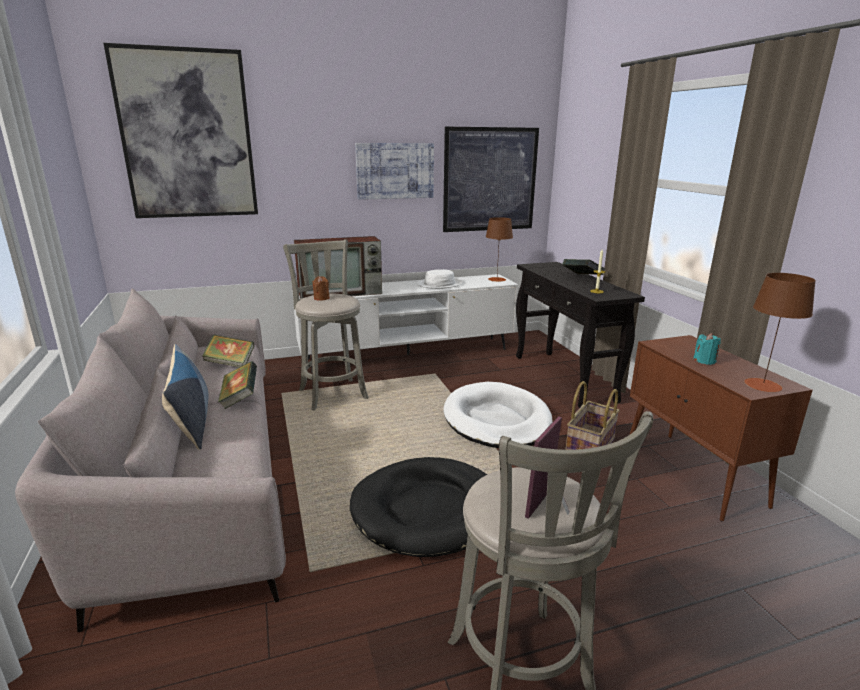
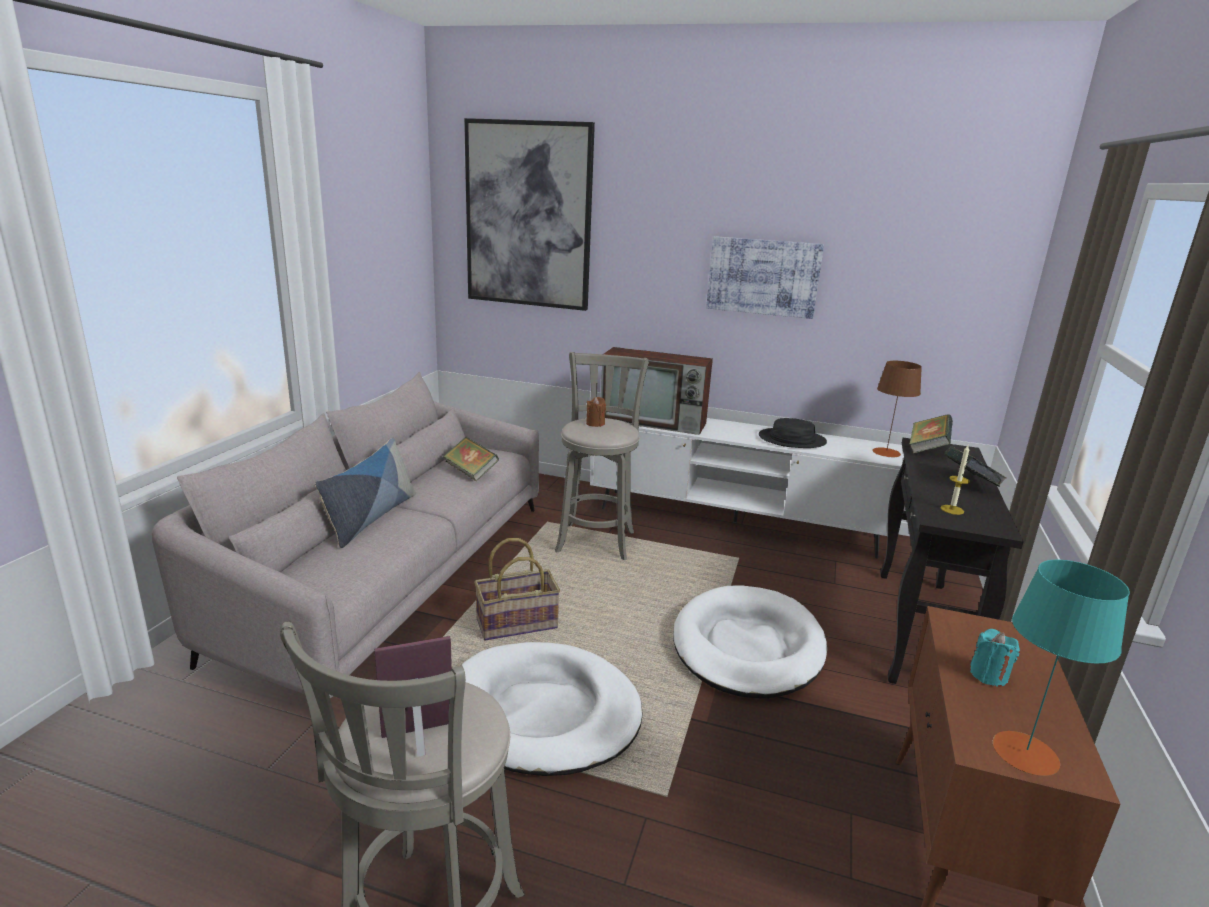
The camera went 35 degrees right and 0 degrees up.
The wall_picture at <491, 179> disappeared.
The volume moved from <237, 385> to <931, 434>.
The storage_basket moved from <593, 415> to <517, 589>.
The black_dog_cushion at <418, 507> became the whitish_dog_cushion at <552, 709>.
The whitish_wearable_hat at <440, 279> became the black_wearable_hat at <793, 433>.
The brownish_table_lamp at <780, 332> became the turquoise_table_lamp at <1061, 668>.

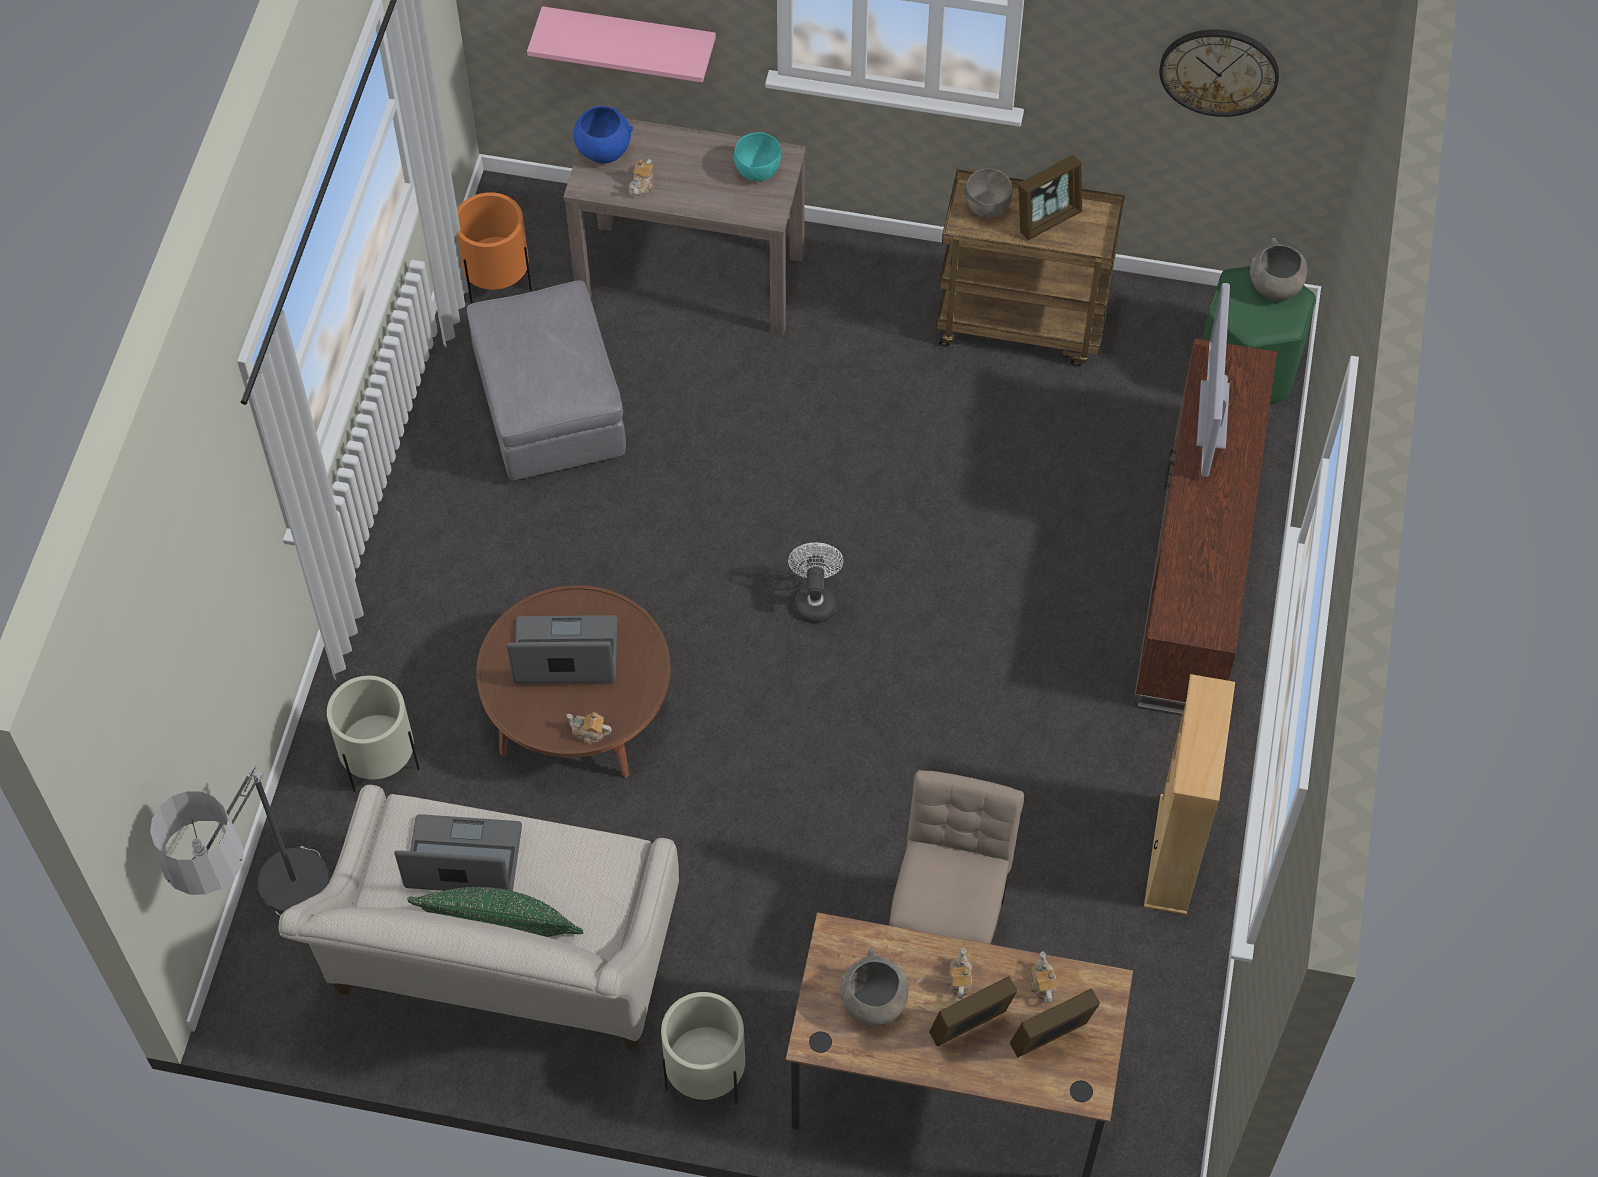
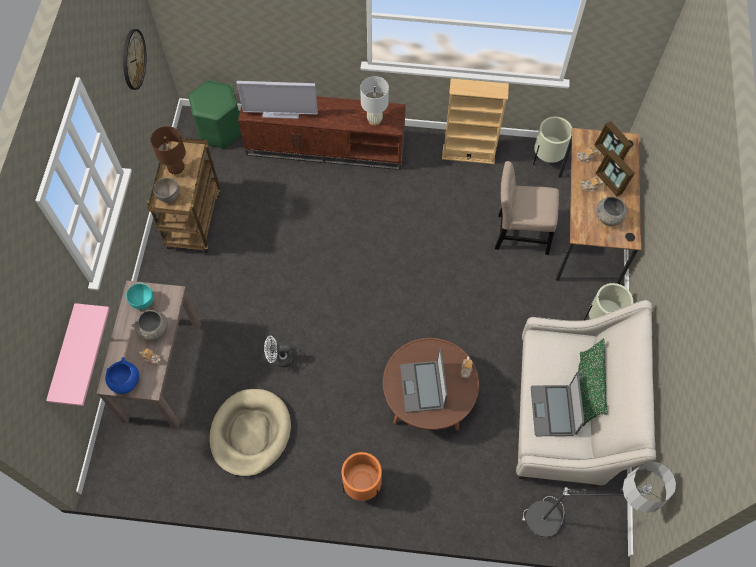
The camera went 95 degrees left and 5 degrees up.
The whitish_table_lamp at <374, 101> appeared.
The beige_plant_pot moved from <373, 734> to <552, 140>.
The orange_plant_pot moved from <494, 248> to <362, 476>.
The whitish_fan moved from <815, 583> to <279, 351>.
The grey_deep_dish moved from <1278, 269> to <150, 325>.
The grey_ottoman at <546, 380> was replaced by the beige_dog_cushion at <250, 433>.
The picture_frame at <1050, 197> was replaced by the brownish_table_lamp at <168, 151>.

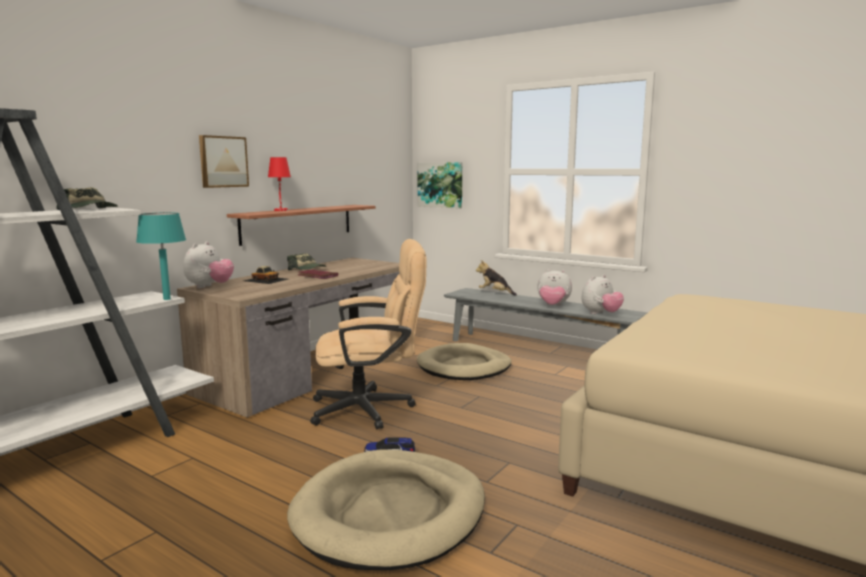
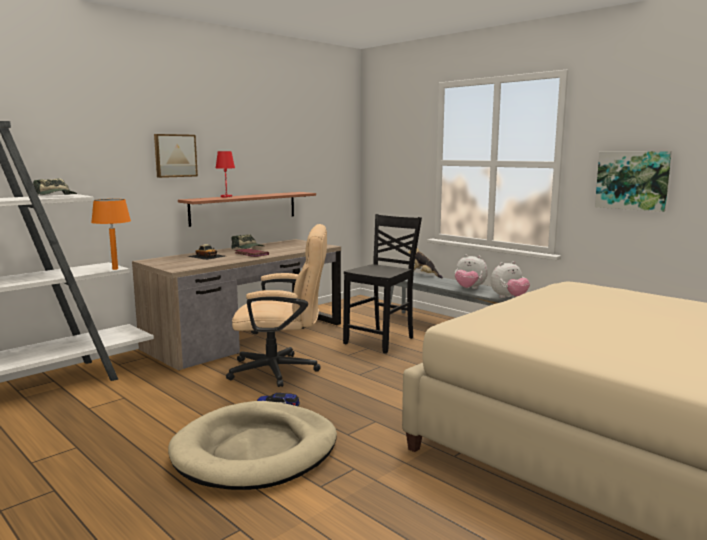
The camera went 10 degrees right and 0 degrees up.
The cuddly_toy at <208, 264> disappeared.
The wall_picture moved from <439, 185> to <633, 181>.
The beige_dog_cushion at <464, 361> was replaced by the black_chair at <382, 284>.
The turquoise_table_lamp at <161, 256> became the orange_table_lamp at <111, 234>.

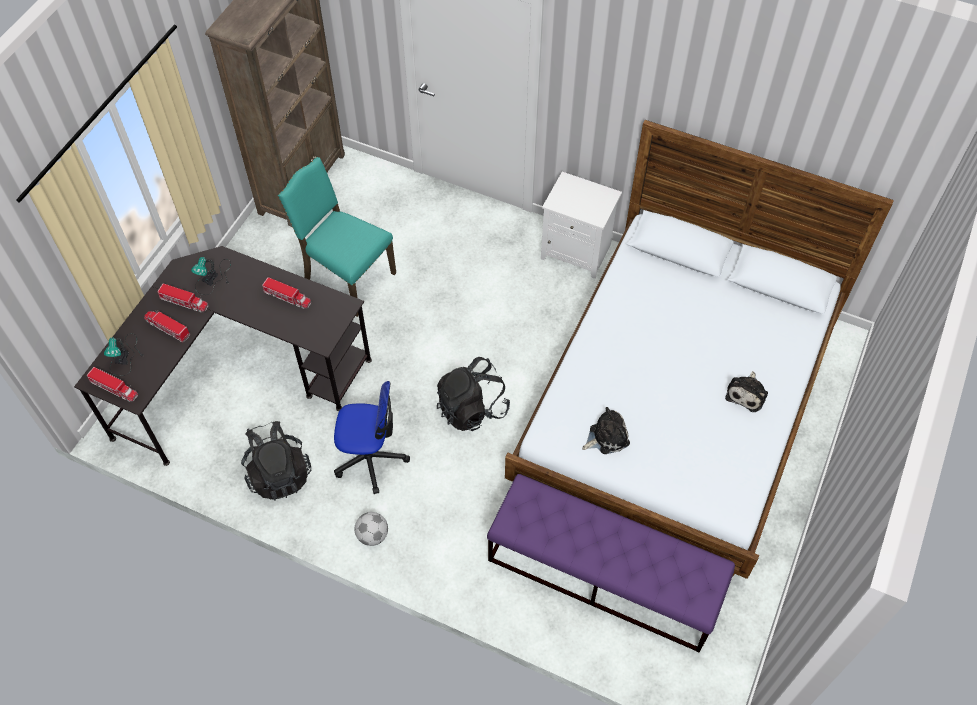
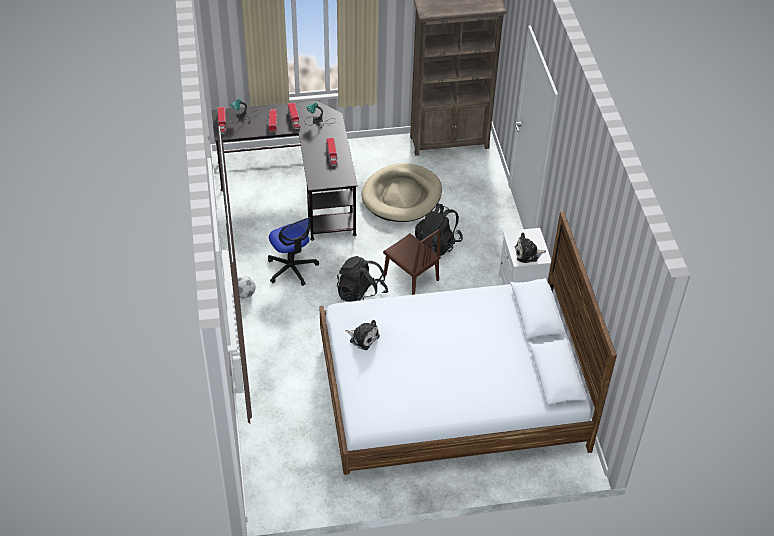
The camera went 55 degrees right and 10 degrees down.
The purple_long_seat at <611, 563> disappeared.
The brownish_chair at <412, 262> appeared.
The black_knapsack moved from <276, 461> to <439, 230>.
The cuddly_toy moved from <746, 391> to <530, 248>.
The turquoise_chair at <337, 237> was replaced by the beige_dog_cushion at <402, 192>.

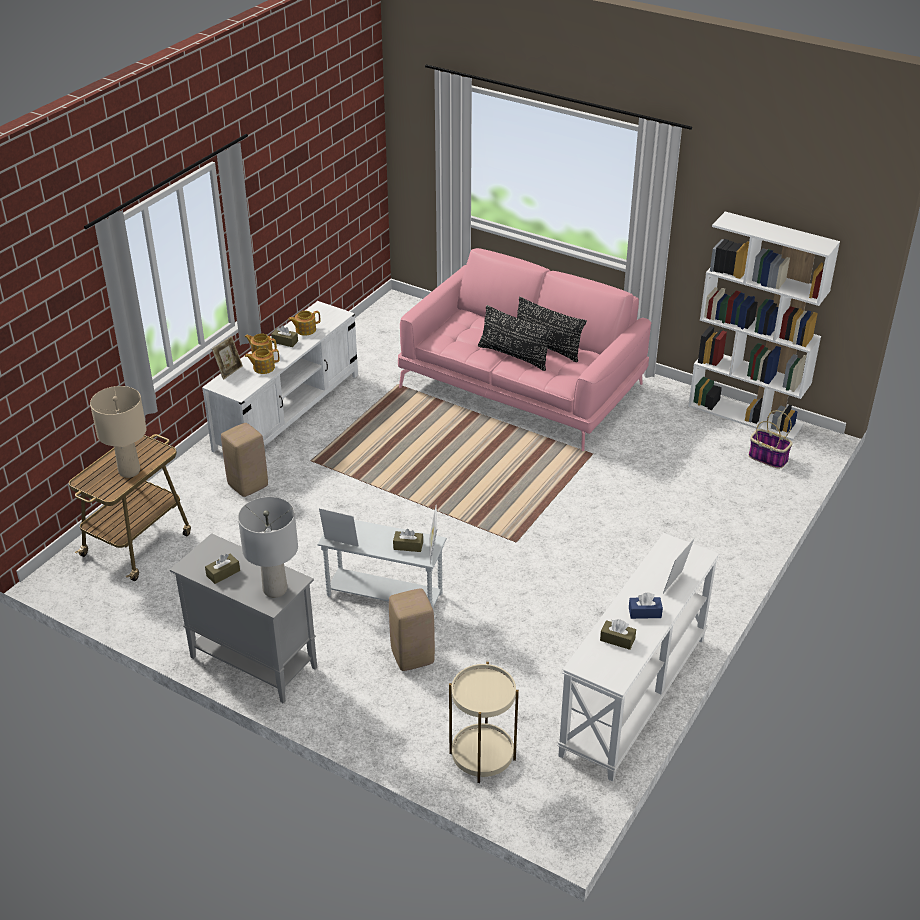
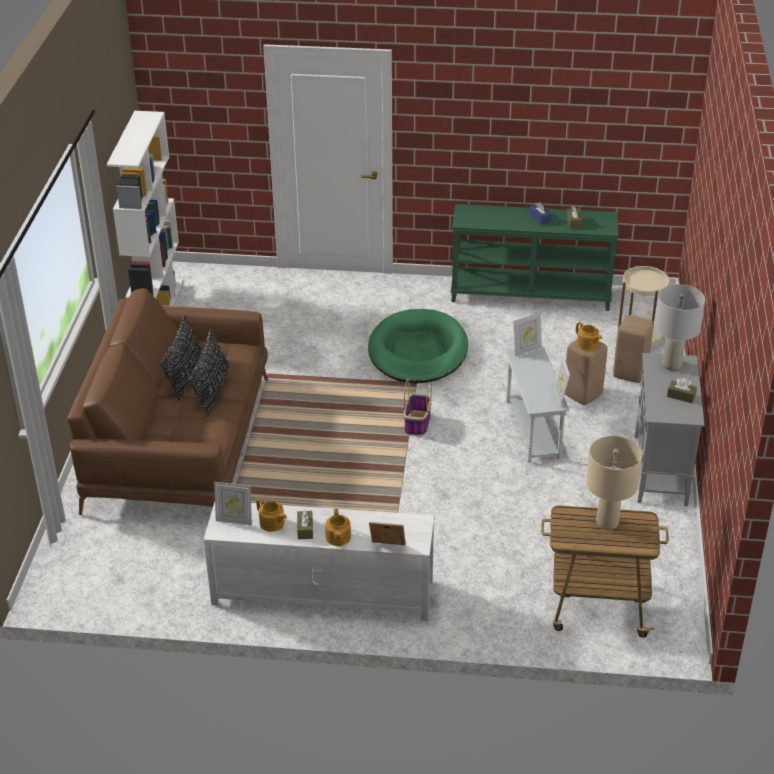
The camera went 115 degrees left and 0 degrees up.
The brownish_tissue_box at <408, 540> disappeared.
The greenish_dog_cushion at <418, 346> appeared.
The beige_stool_seat moved from <244, 460> to <633, 349>.
The pot_for_tea moved from <262, 361> to <589, 336>.
The picture_frame moved from <679, 566> to <233, 503>.
The storage_basket moved from <770, 439> to <418, 407>.
The pink-coloured_settee at <524, 349> became the brownish_settee at <167, 401>.
The whitish_hall_table at <638, 657> became the greenish_hall_table at <535, 257>.

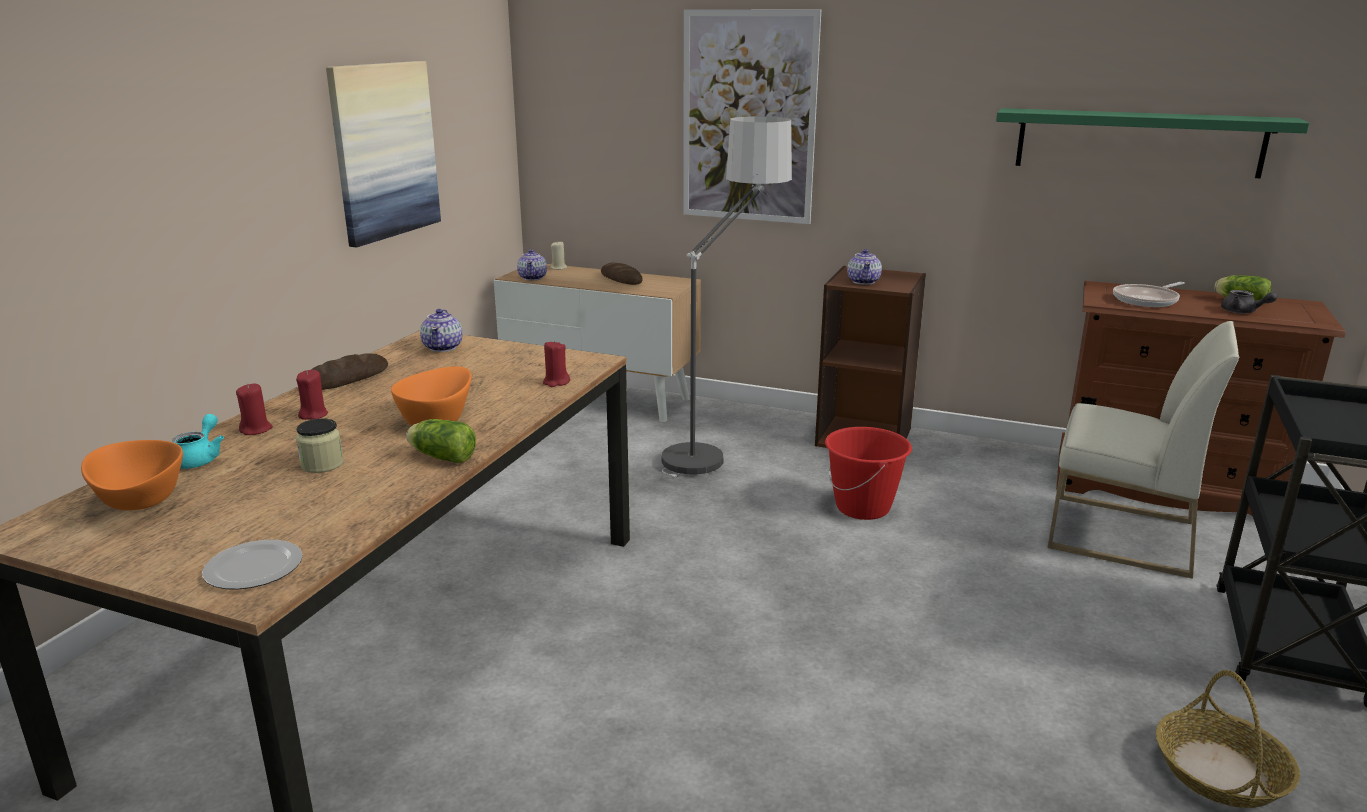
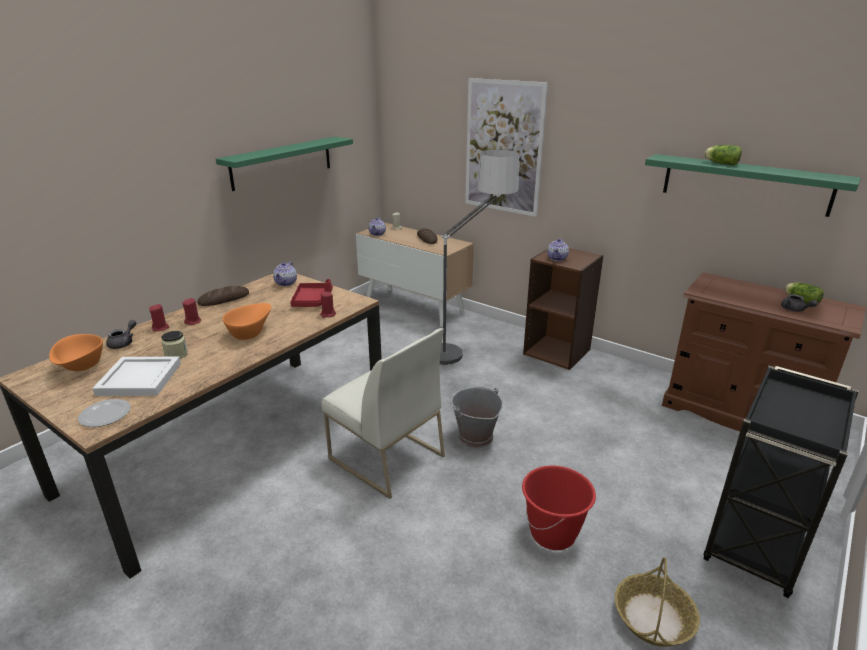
The camera went 15 degrees right and 5 degrees up.
The frying_pan at <1149, 294> disappeared.
The whitish_tray at <136, 376> appeared.
The red_tray at <311, 293> appeared.
The grey_pail at <476, 417> appeared.
The lettuce_head moved from <441, 441> to <723, 155>.
The red_pail moved from <868, 473> to <559, 507>.
The whitish_chair moved from <1143, 450> to <383, 413>.
The wall_picture at <383, 154> was replaced by the greenish_shelf at <284, 164>.
The turquoise_pot_for_tea at <198, 441> became the grey_pot_for_tea at <121, 334>.

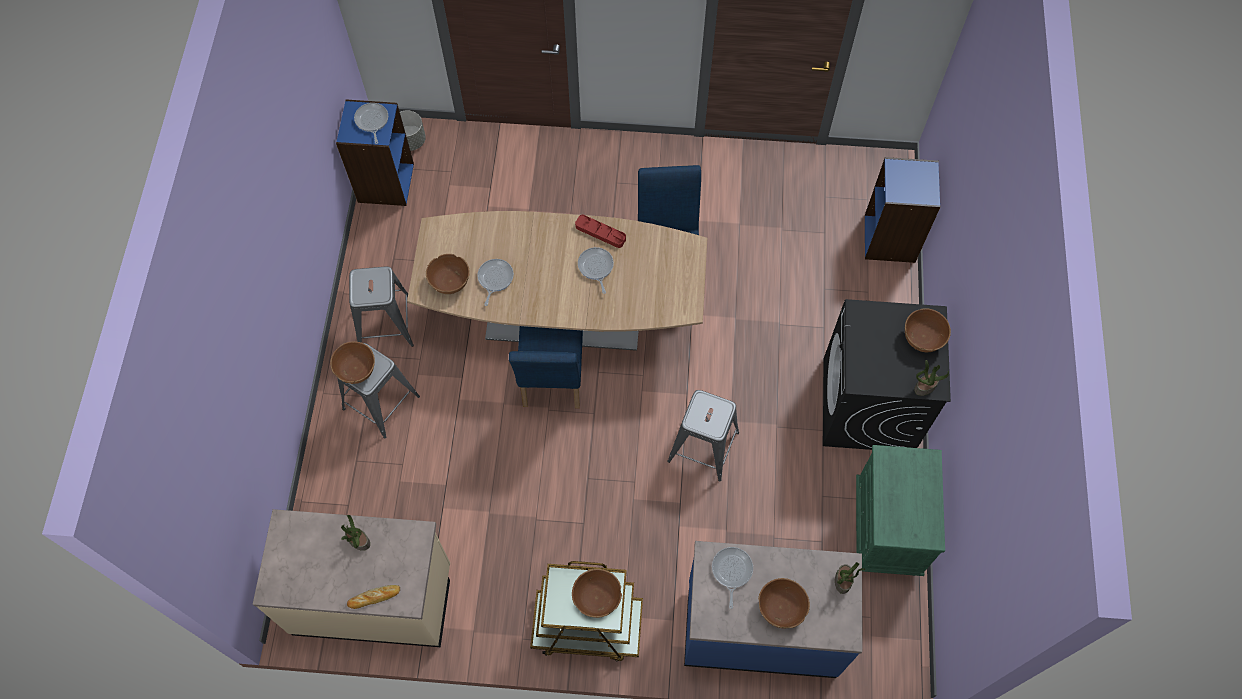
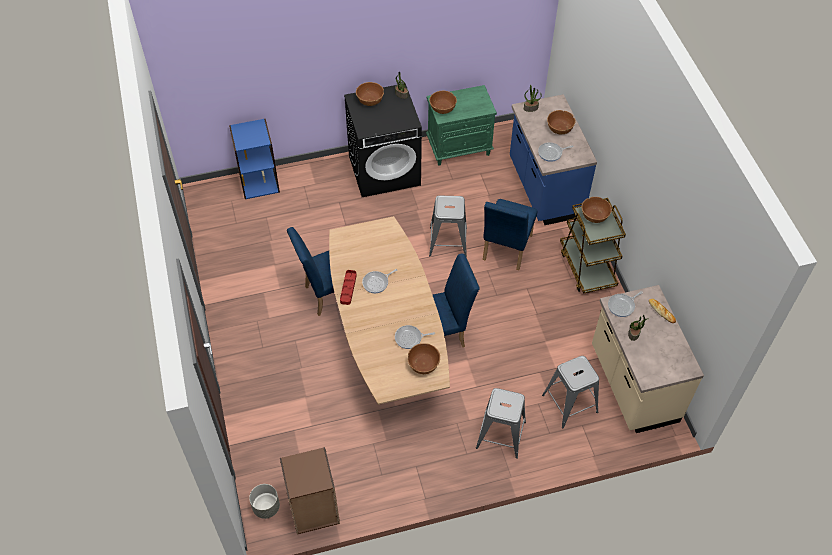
The camera went 110 degrees left and 10 degrees down.
The blue_chair at <510, 234> appeared.
The brownish_deep_dish moved from <352, 362> to <443, 102>.
The grey_stool_seat moved from <381, 307> to <570, 392>.
The frying_pan moved from <371, 123> to <625, 304>.
The blue_shelving_unit at <375, 152> became the brownish_shelving_unit at <310, 491>.

